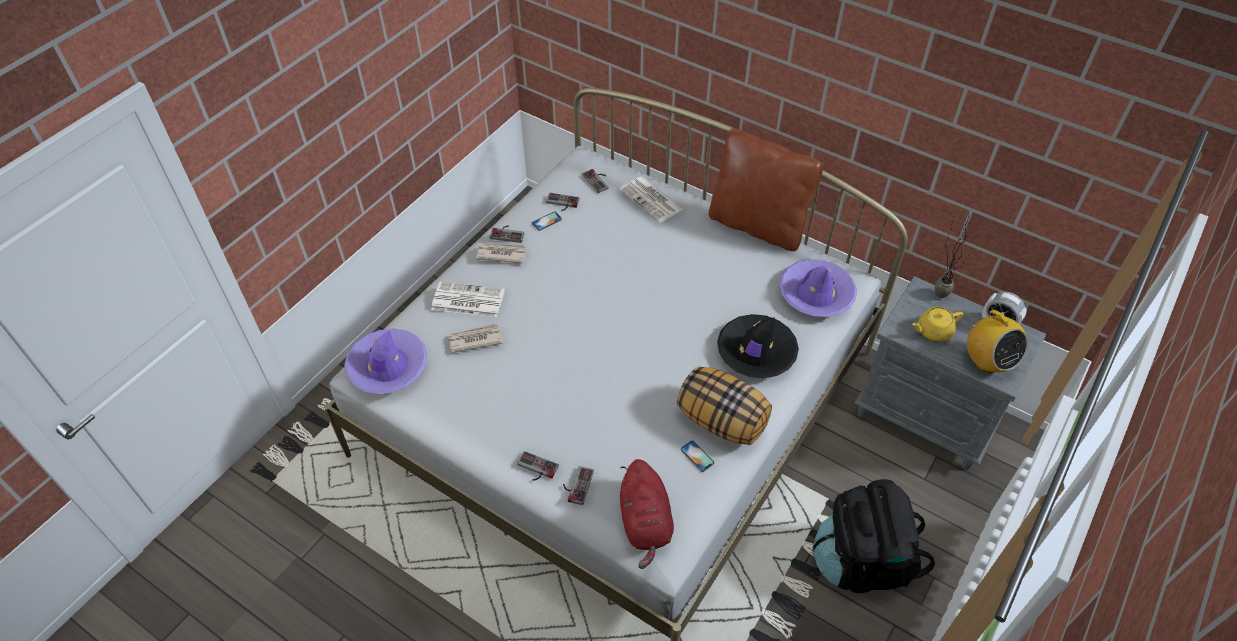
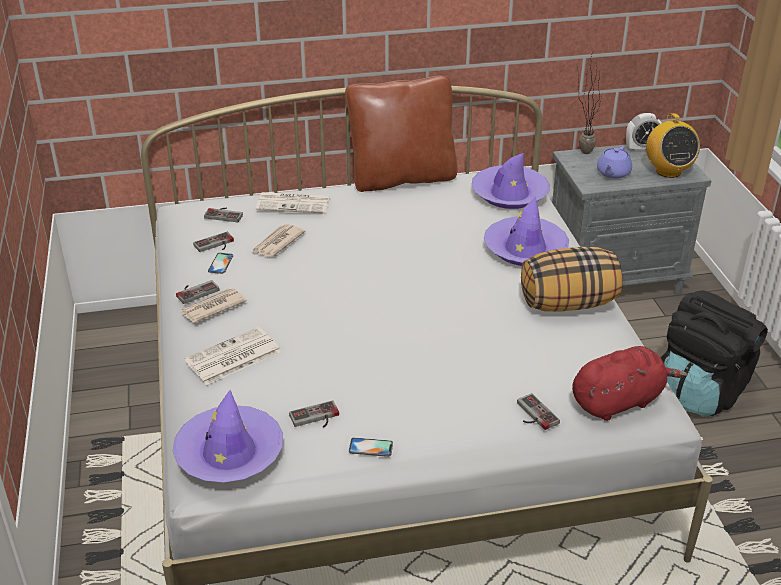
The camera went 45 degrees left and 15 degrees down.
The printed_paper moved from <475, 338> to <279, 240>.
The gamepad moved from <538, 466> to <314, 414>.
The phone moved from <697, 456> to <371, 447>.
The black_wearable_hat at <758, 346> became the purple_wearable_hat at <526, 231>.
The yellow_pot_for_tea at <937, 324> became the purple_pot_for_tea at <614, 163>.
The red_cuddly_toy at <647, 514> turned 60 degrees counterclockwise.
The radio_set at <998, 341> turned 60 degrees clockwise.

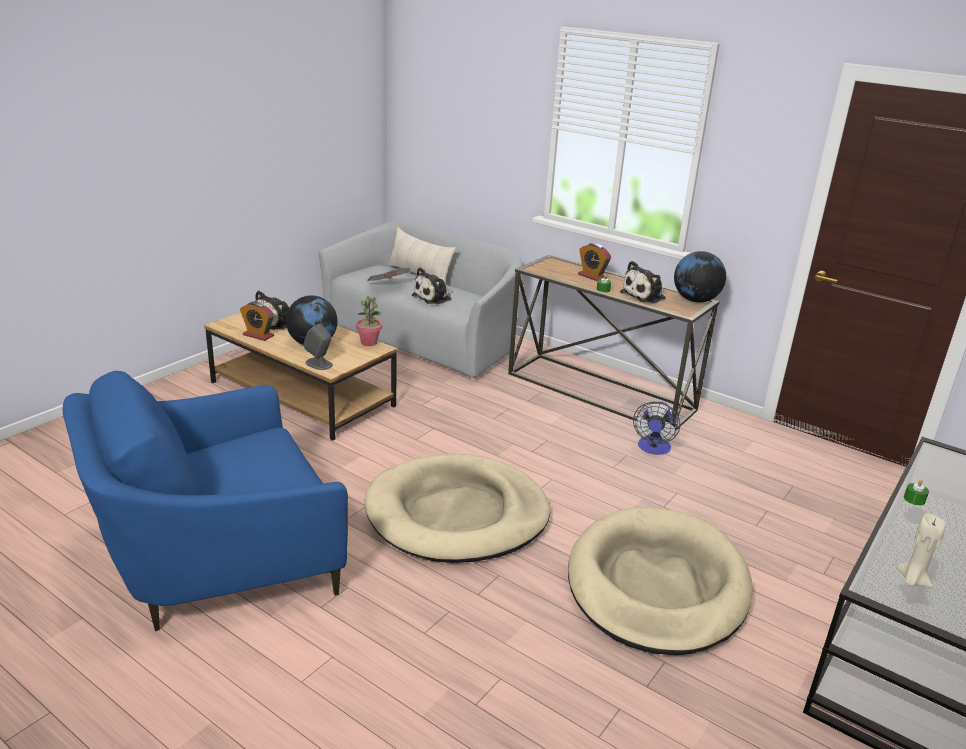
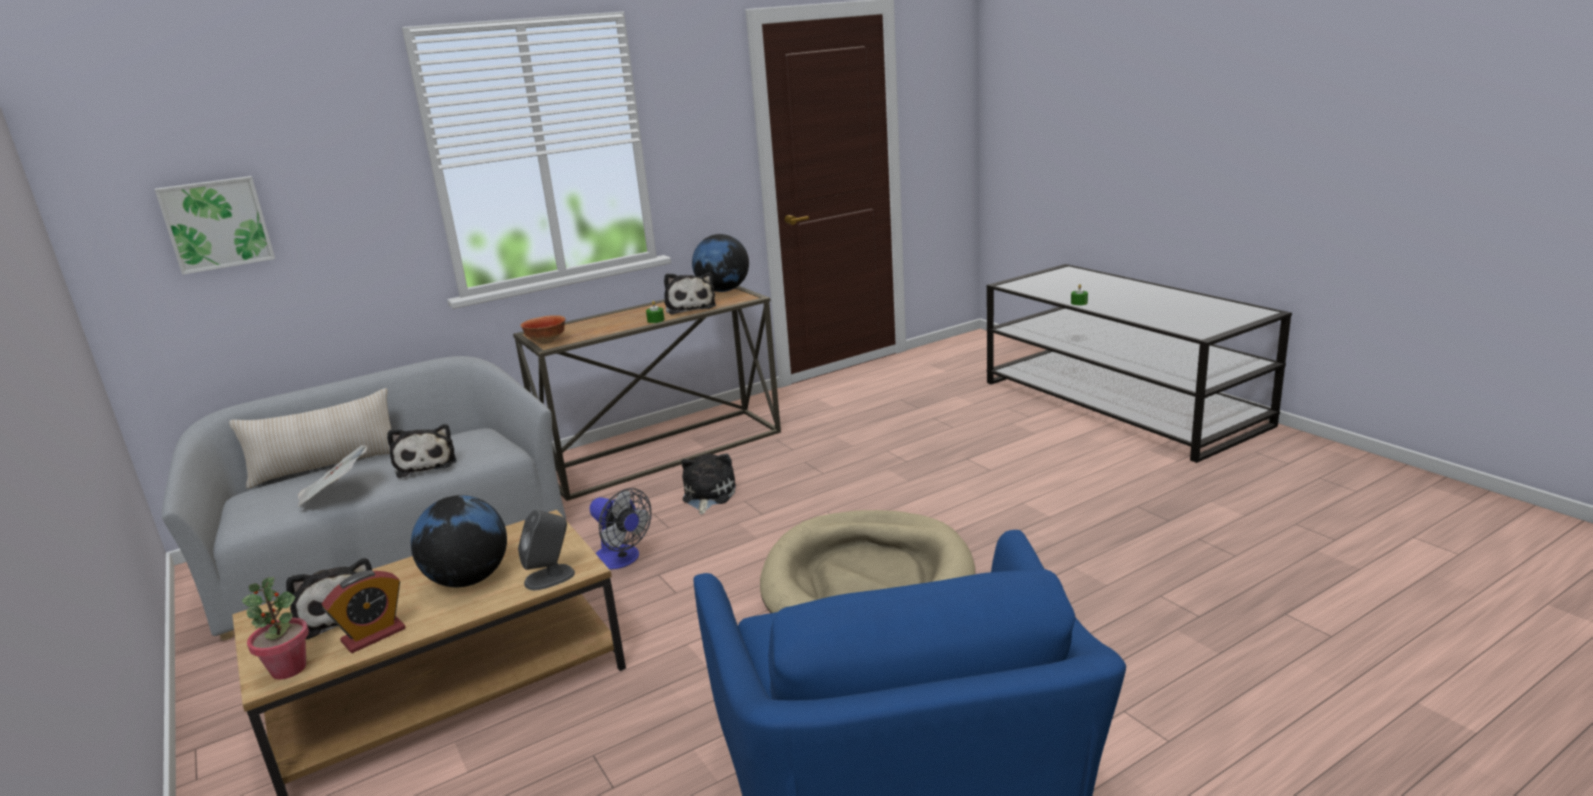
The camera went 65 degrees left and 5 degrees down.
The beige_dog_cushion at <660, 581> disappeared.
The bedside_clock at <594, 262> disappeared.
The beige_candle at <921, 550> disappeared.
The wall_picture at <215, 225> appeared.
The deep_dish at <543, 329> appeared.
The cuddly_toy at <708, 484> appeared.
The plant_in_a_pot moved from <369, 321> to <275, 628>.
The fan moved from <656, 428> to <620, 528>.

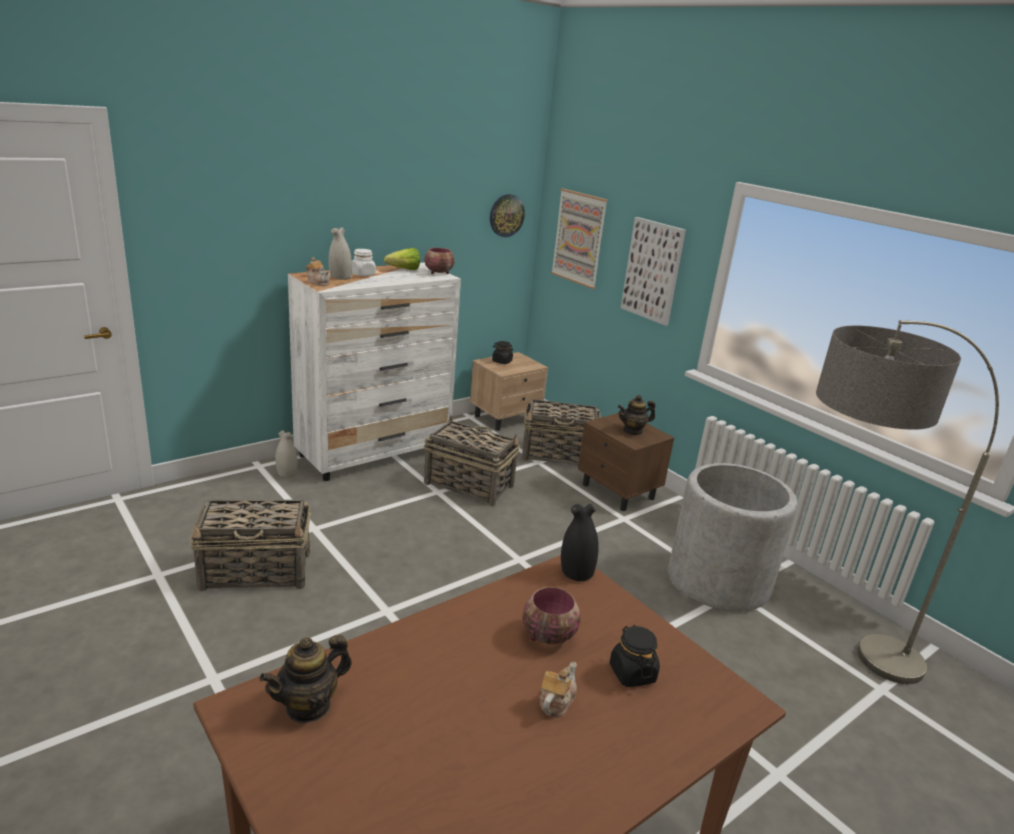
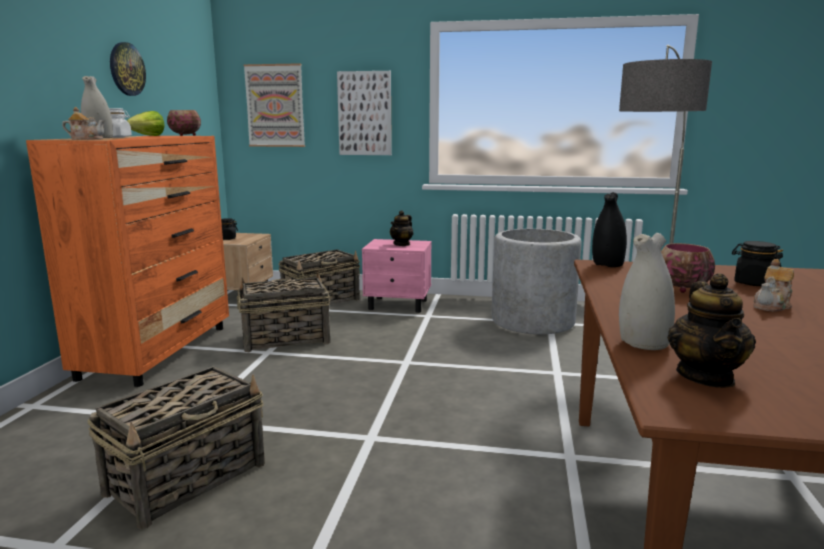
The camera went 40 degrees left and 10 degrees down.
The whitish_flower_vase moved from <286, 454> to <647, 291>.
The wall_clock moved from <507, 215> to <128, 69>.
The whitish_drawer_chest at <374, 371> became the orange_drawer_chest at <127, 261>.
The brownish_nightstand at <626, 462> became the pink-coloured_nightstand at <397, 276>.
The pot_for_tea at <557, 690> turned 120 degrees counterclockwise.

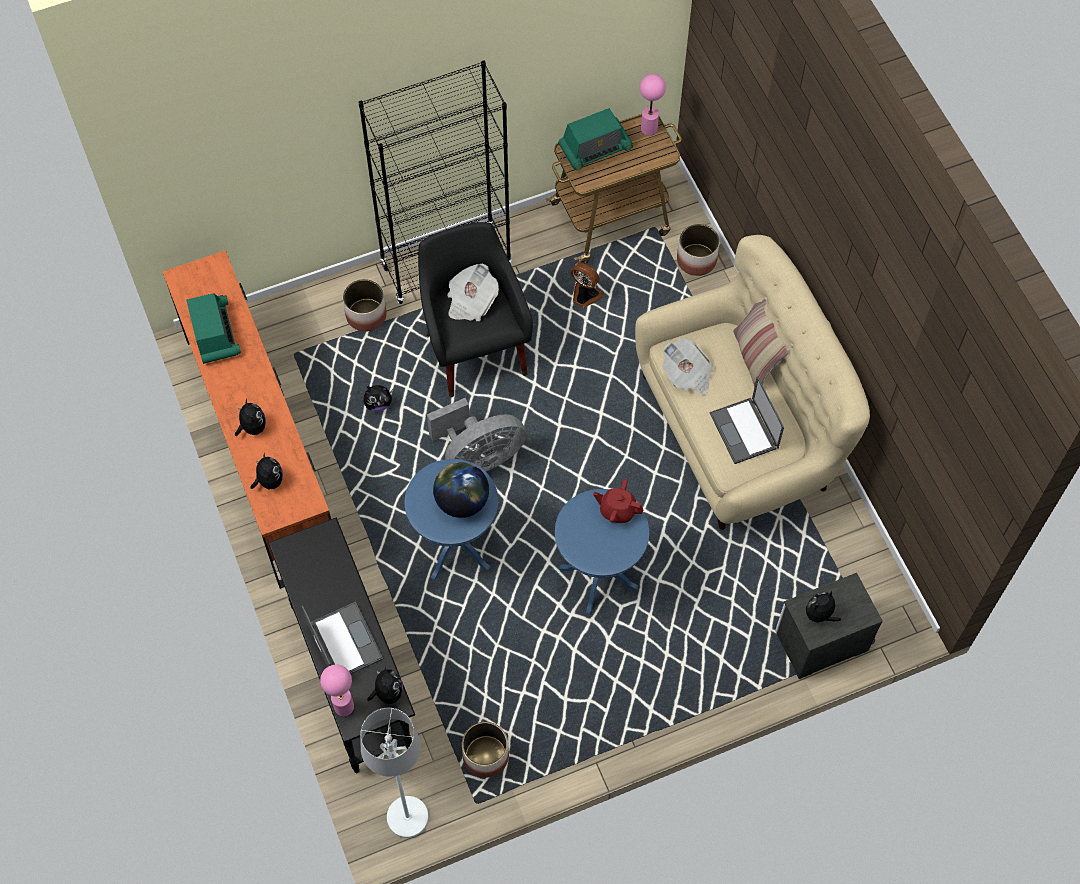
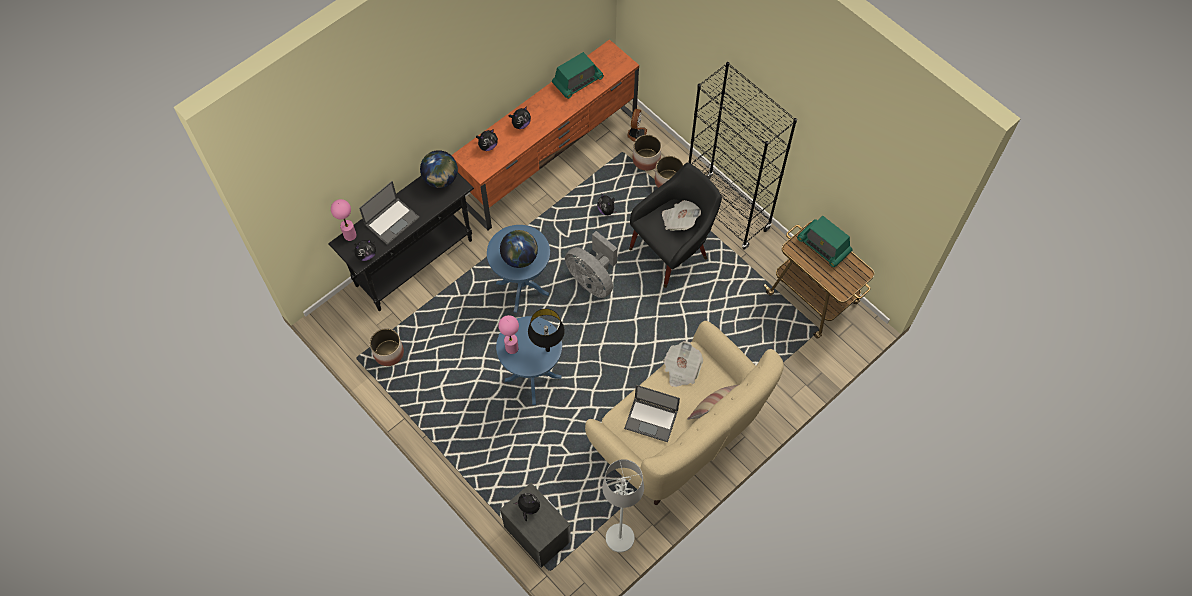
The camera went 70 degrees right and 0 degrees up.
The world_globe at <439, 169> appeared.
The whitish_standing_lamp moved from <394, 773> to <623, 505>.
The fan moved from <587, 285> to <637, 125>.
The pink-coloured_table_lamp moved from <653, 105> to <508, 334>.
The plant_pot moved from <698, 250> to <647, 153>.
The red_pot_for_tea at <618, 501> was replaced by the black_table_lamp at <546, 330>.
The portable_computer at <747, 420> turned 120 degrees counterclockwise.

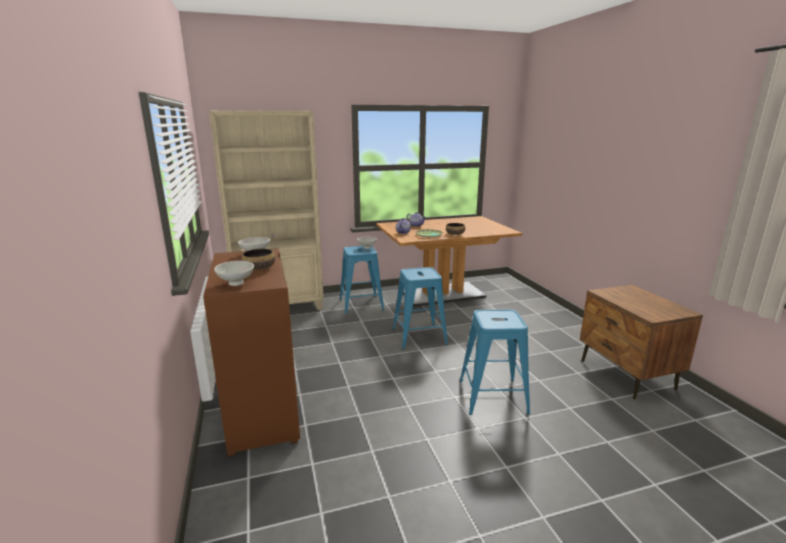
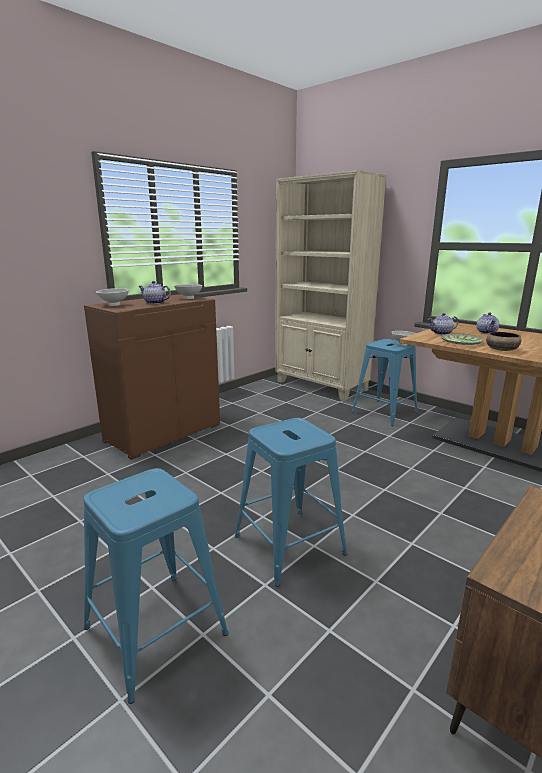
The camera went 60 degrees right and 0 degrees up.
The blue_stool_seat moved from <420, 308> to <155, 586>.
The deep_dish at <258, 259> was replaced by the pot_for_tea at <154, 292>.

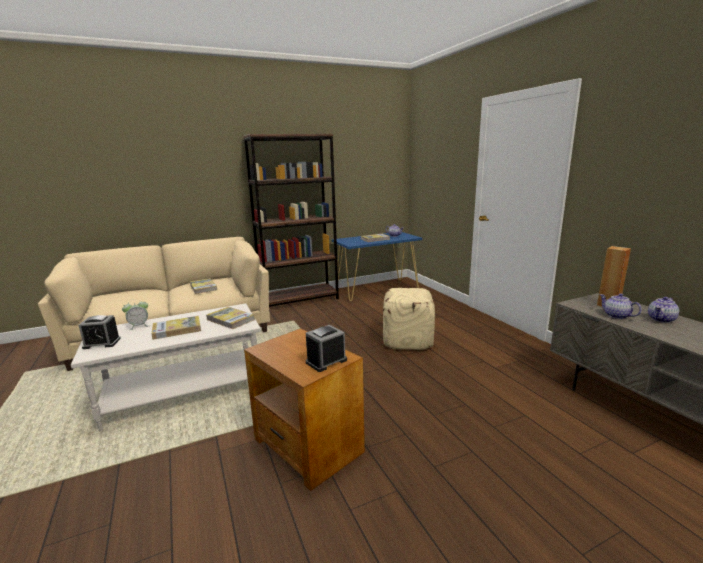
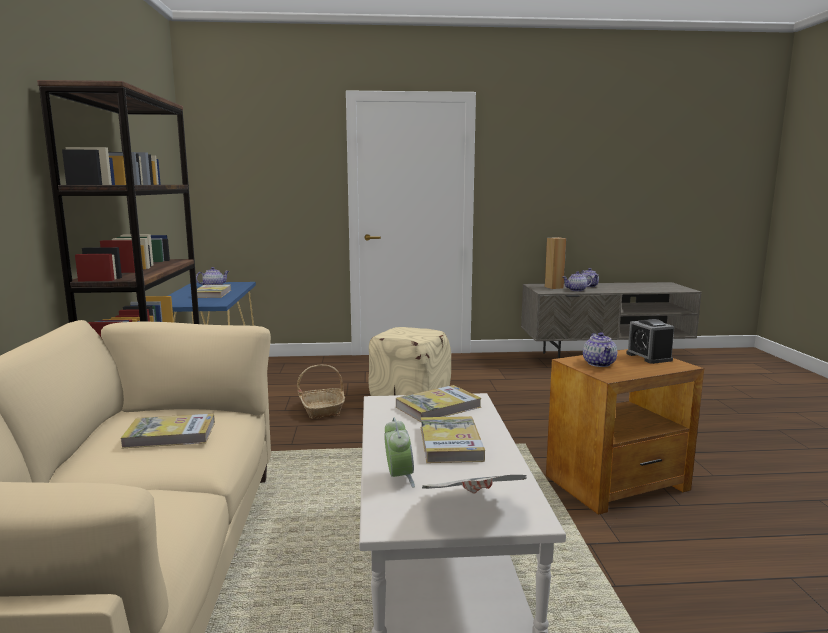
The camera went 70 degrees left and 5 degrees down.
The storage_basket at <321, 391> appeared.
The pot_for_tea at <600, 349> appeared.
The bedside_clock at <100, 332> was replaced by the printed_paper at <474, 484>.

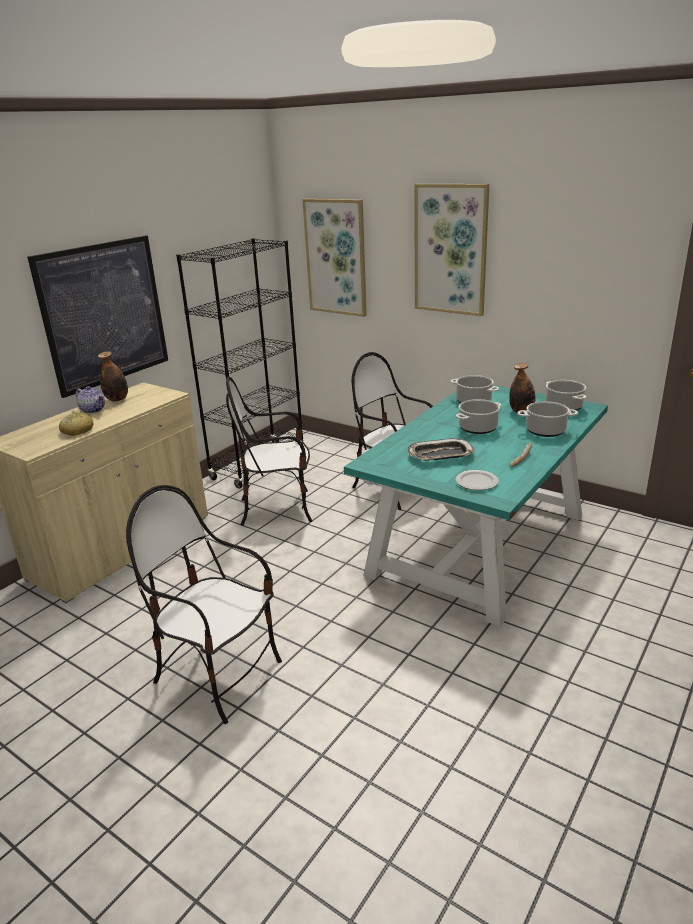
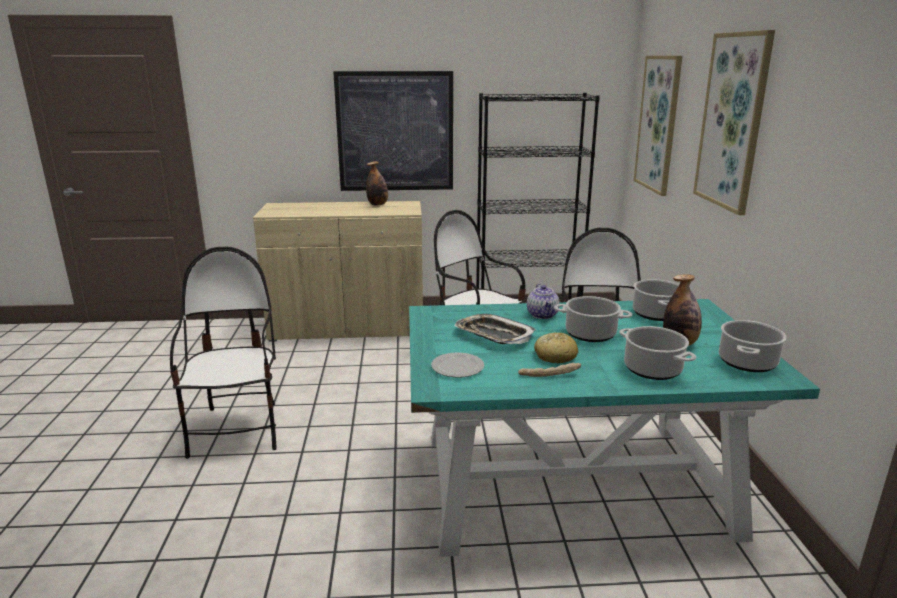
The camera went 50 degrees right and 5 degrees down.
The baked_bread moved from <76, 424> to <556, 348>.
The pot_for_tea moved from <90, 400> to <543, 301>.

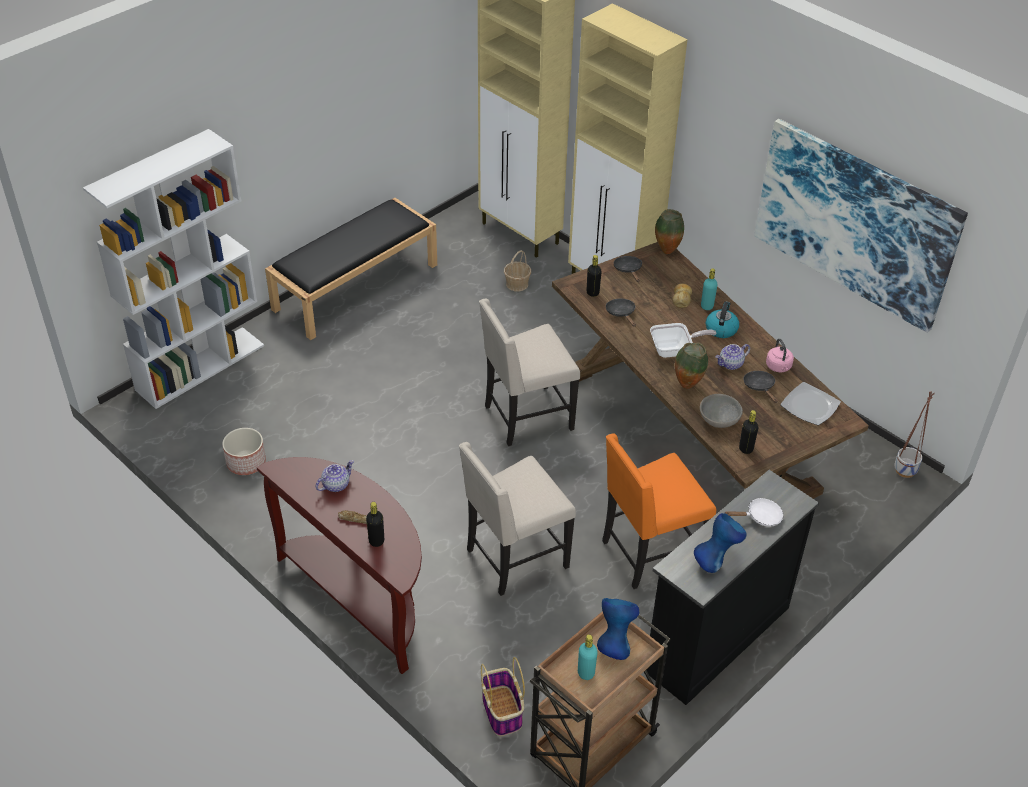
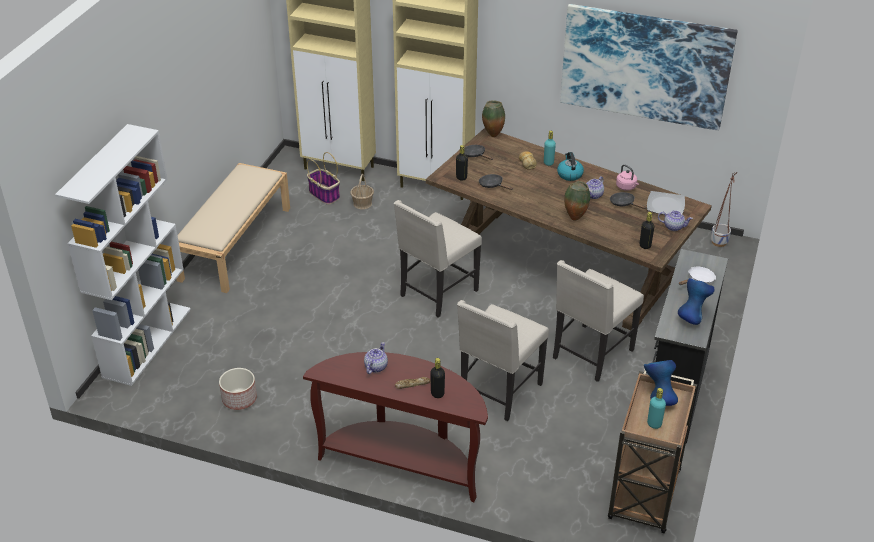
The camera went 25 degrees left and 5 degrees down.
The frying_pan at <683, 340> disappeared.
The grey_deep_dish at <721, 411> disappeared.
The pot_for_tea at <675, 220> appeared.
The storage_basket moved from <503, 696> to <323, 178>.
The black_long_seat at <351, 269> became the beige_long_seat at <233, 228>.
The orange_chair at <659, 511> became the beige_chair at <598, 321>.

